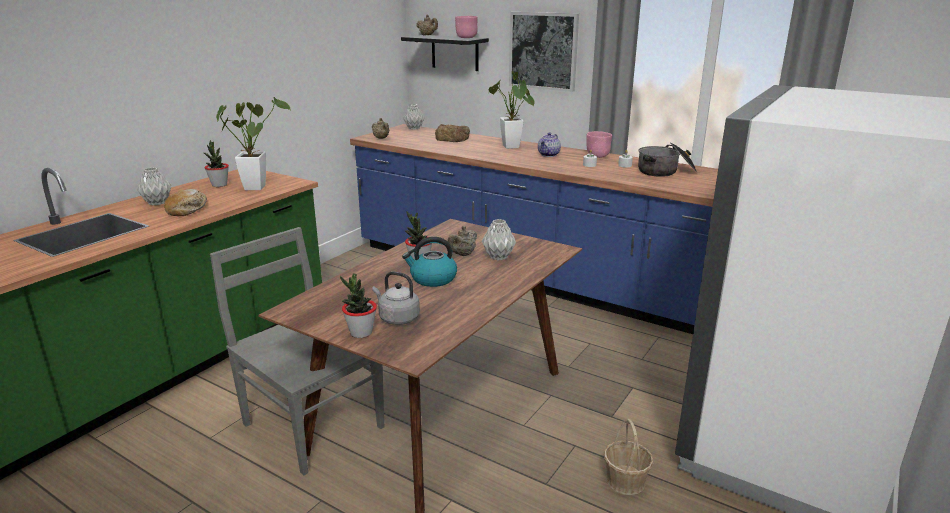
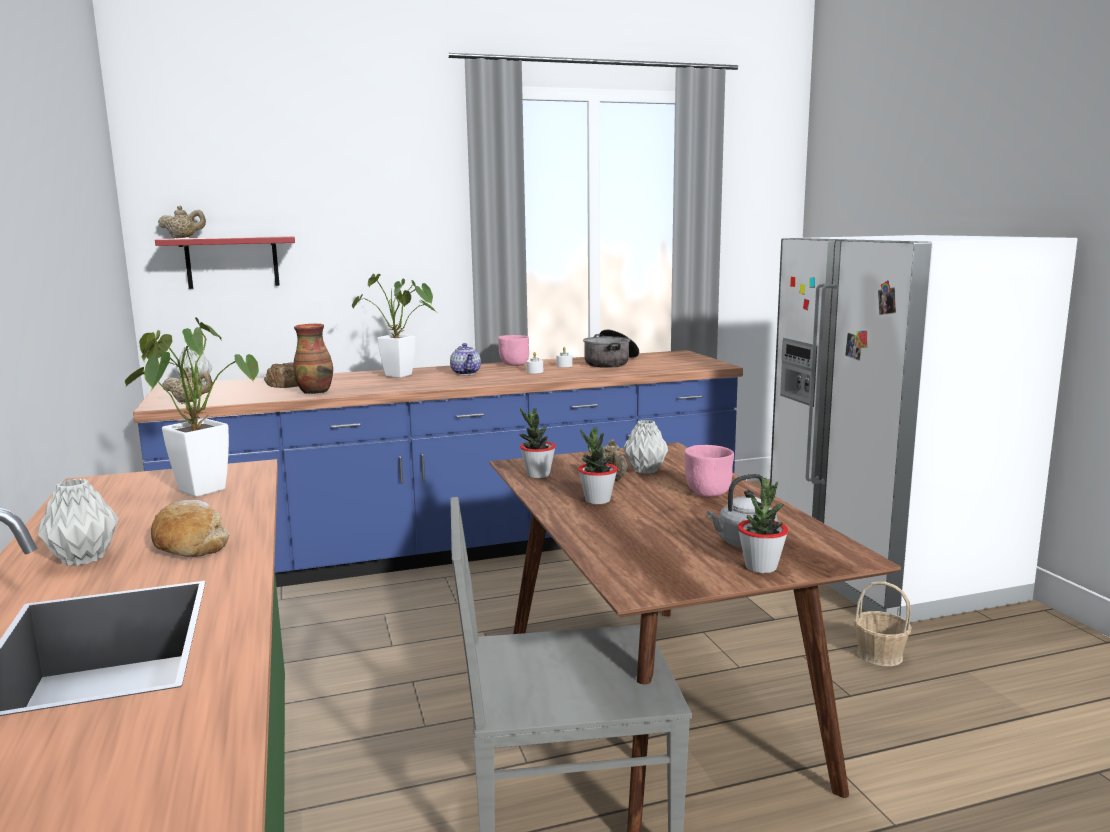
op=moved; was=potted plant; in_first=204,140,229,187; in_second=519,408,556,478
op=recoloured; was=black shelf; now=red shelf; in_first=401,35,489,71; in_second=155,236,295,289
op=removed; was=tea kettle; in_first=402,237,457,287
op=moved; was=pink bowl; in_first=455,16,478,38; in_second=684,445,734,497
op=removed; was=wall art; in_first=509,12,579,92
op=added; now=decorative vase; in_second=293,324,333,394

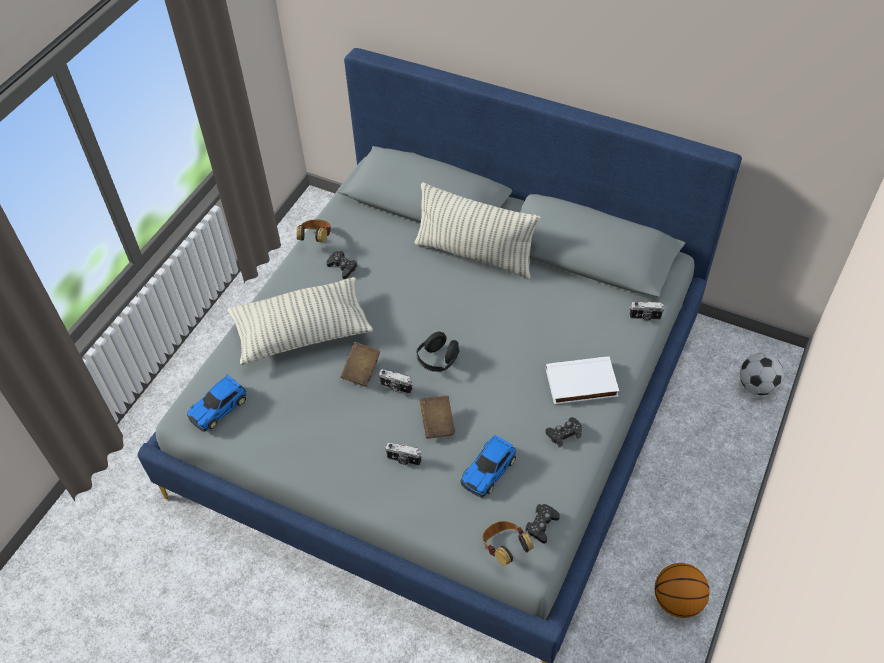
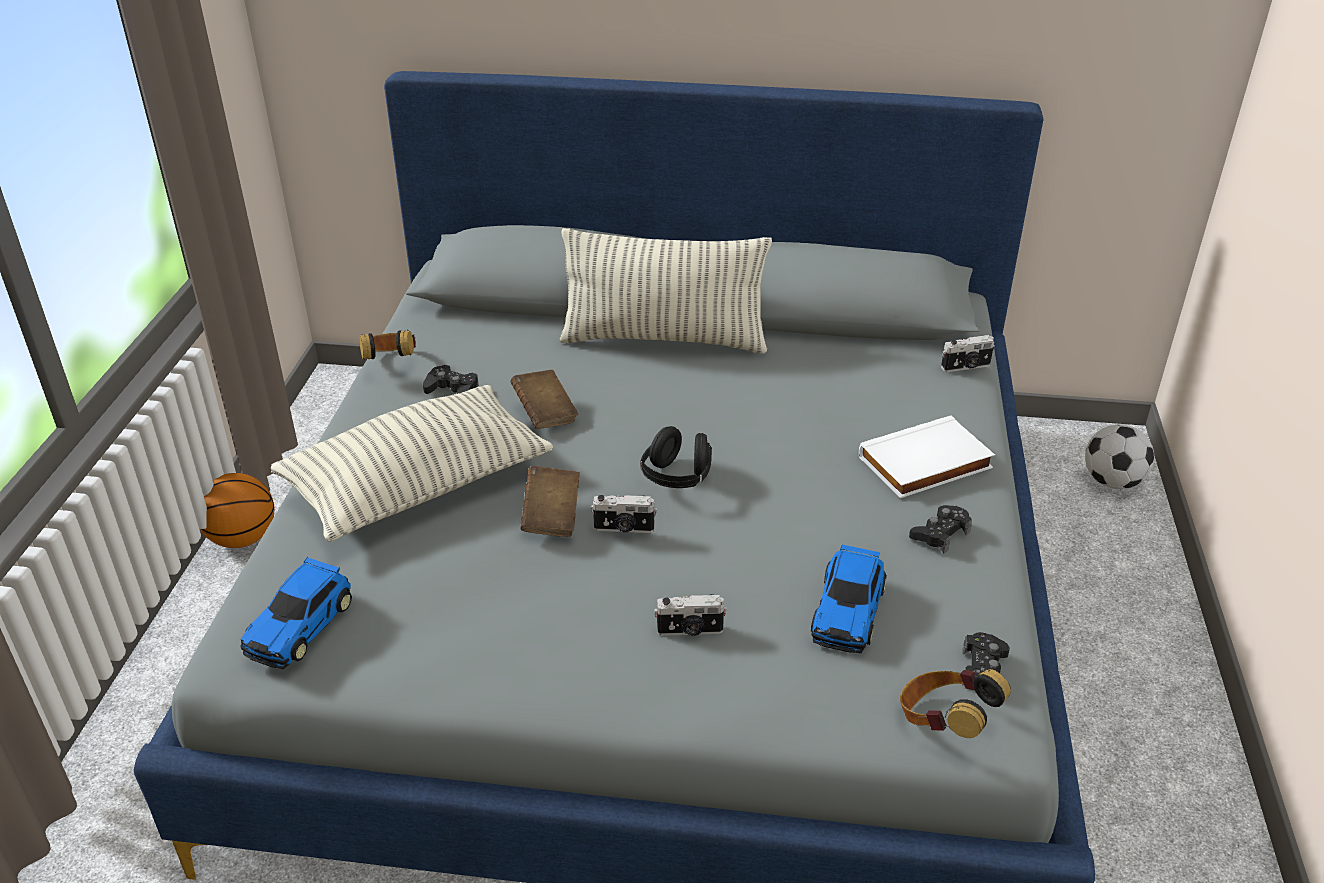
op=moved; was=brown book; in_first=419,396,455,439; in_second=510,369,578,429
op=moved; was=ball for basketball; in_first=655,563,710,618; in_second=200,473,274,548

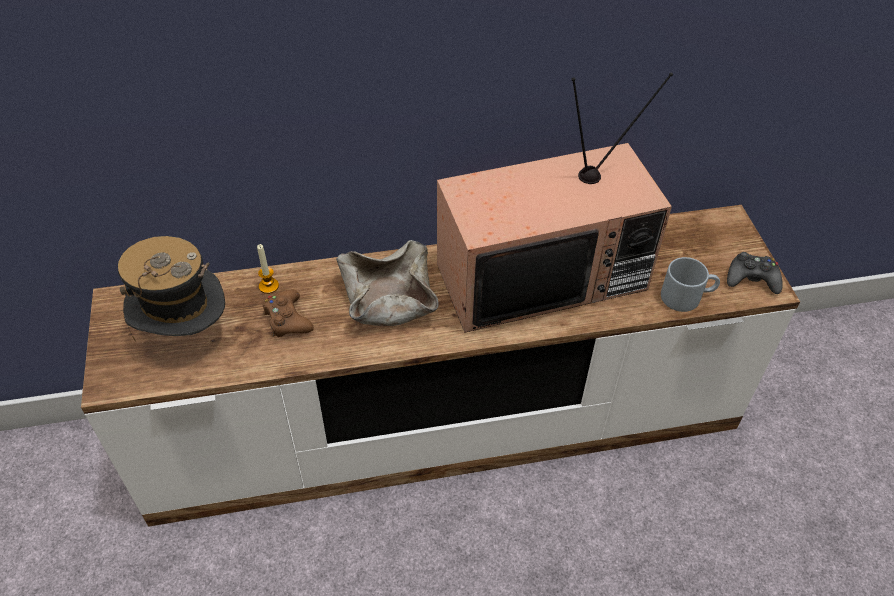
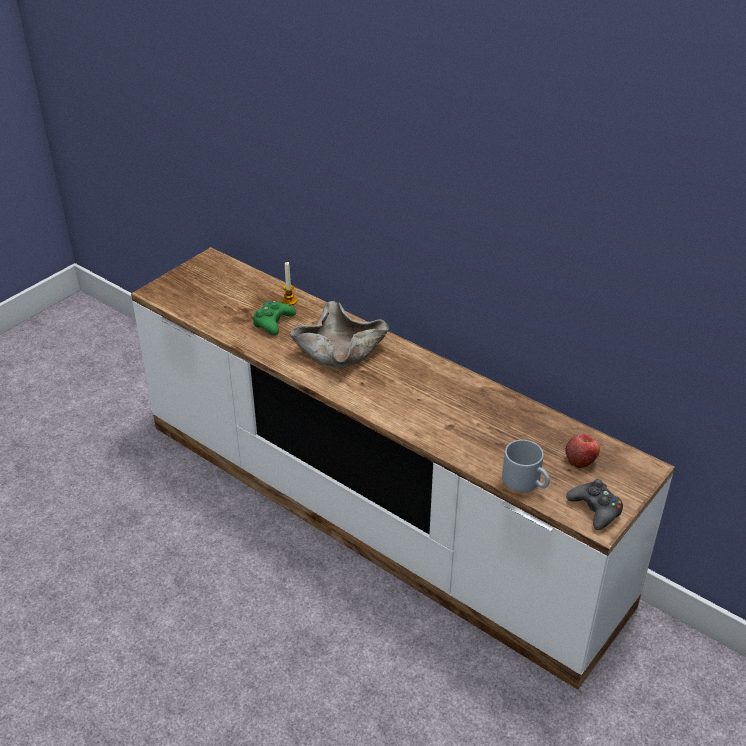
op=removed; was=hat; in_first=118,236,225,342
op=recoloured; was=brown game controller; now=greenish game controller; in_first=263,289,314,337; in_second=253,300,296,335
op=removed; was=television; in_first=437,73,673,333
op=added; now=apple fruit; in_second=565,434,600,468

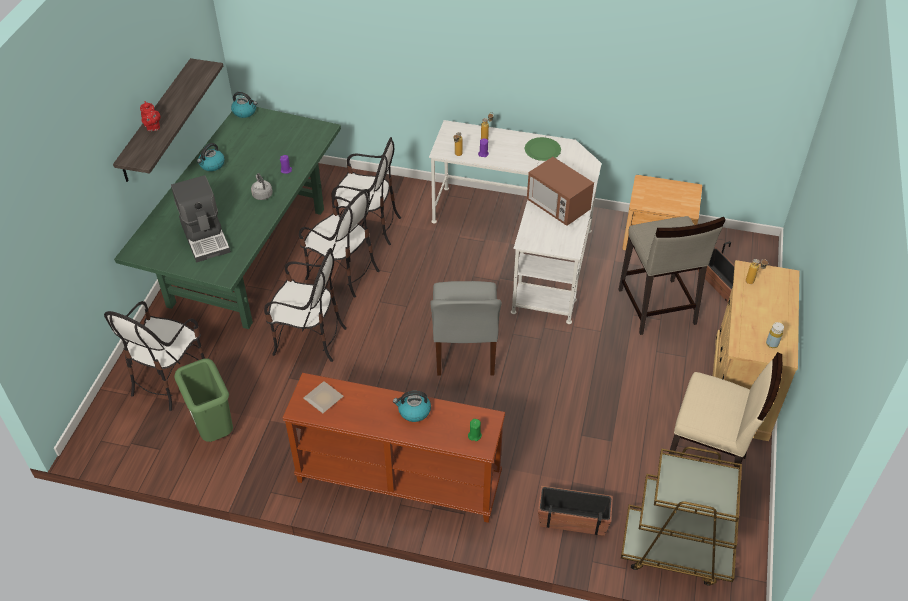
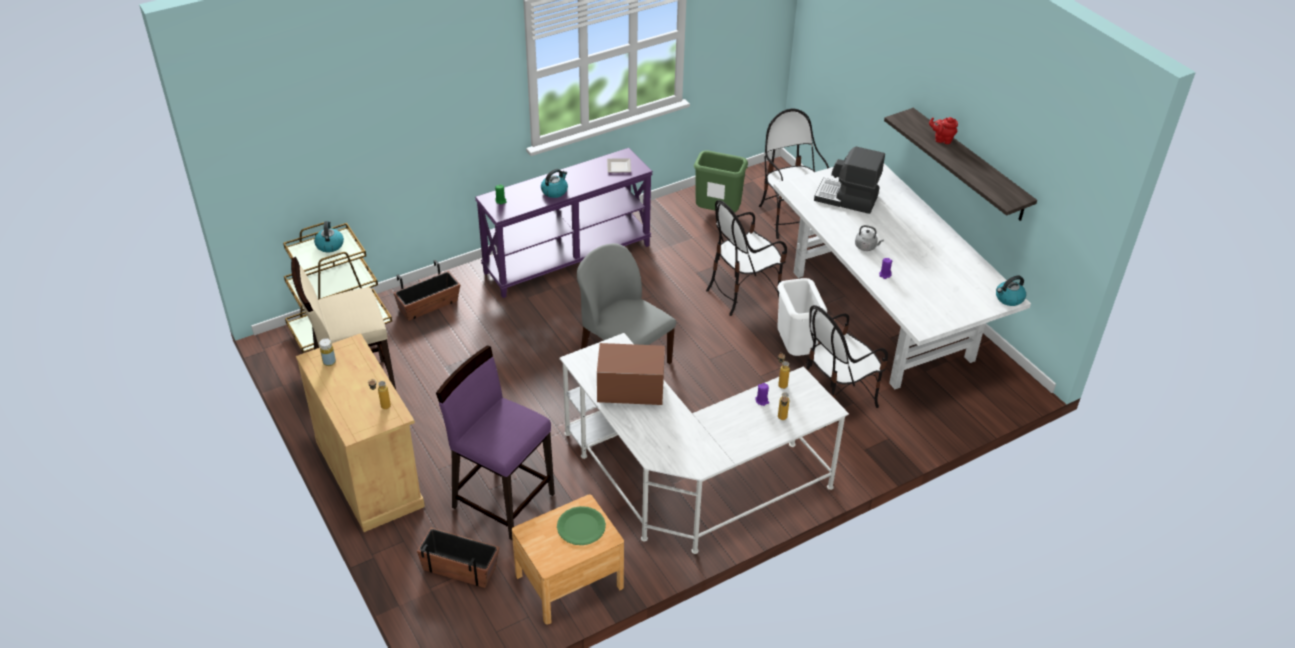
op=recoloured; was=greenish dining table; now=whitish dining table; in_first=114,107,341,329; in_second=773,164,1031,389
op=moved; was=tea kettle; in_first=197,143,225,171; in_second=314,221,344,252
op=recoloured; was=brown narrow table; now=purple-coloured narrow table; in_first=283,373,505,523; in_second=475,148,653,298
op=replaced; was=chair; now=whitish trash can; in_first=299,189,380,298; in_second=777,278,827,356
op=moved; was=greenish flat dish; in_first=525,137,561,161; in_second=557,506,606,545
op=recoloured; was=beige stool seat; now=purple-coloured stool seat; in_first=618,216,725,335; in_second=436,345,555,541

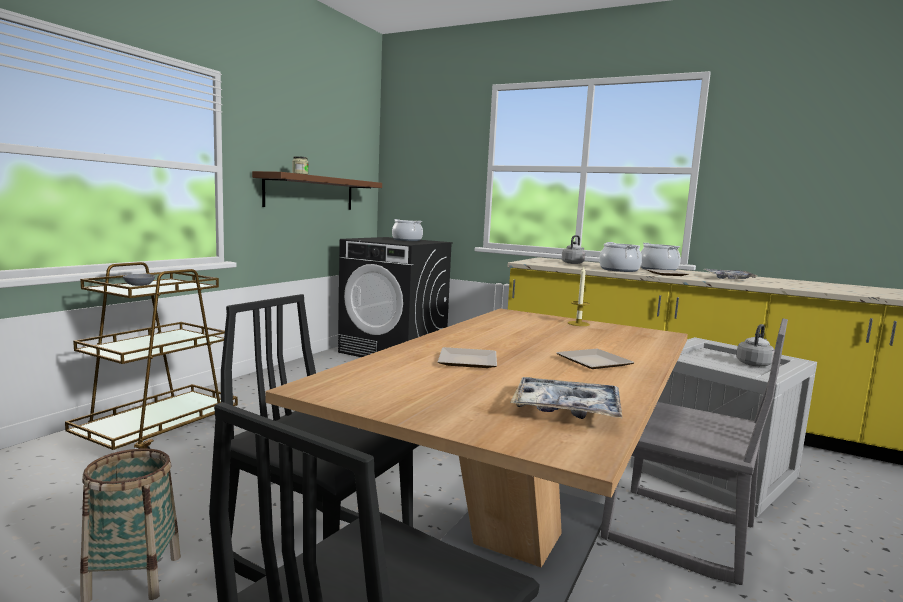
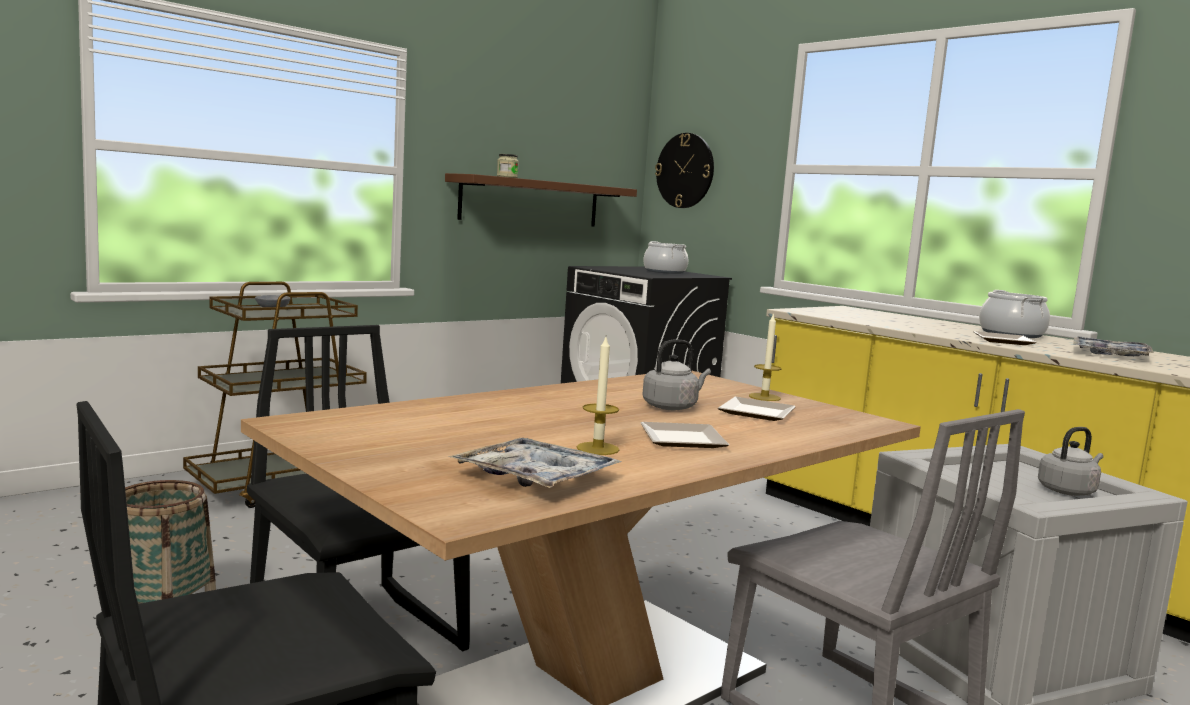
op=moved; was=flat dish; in_first=438,347,497,368; in_second=718,397,796,421
op=moved; was=gray tea kettle; in_first=562,235,585,264; in_second=642,340,711,410
op=removed; was=stockpot; in_first=599,242,642,272
op=added; now=wax candle; in_second=577,337,619,455
op=added; now=wall clock; in_second=655,133,714,208

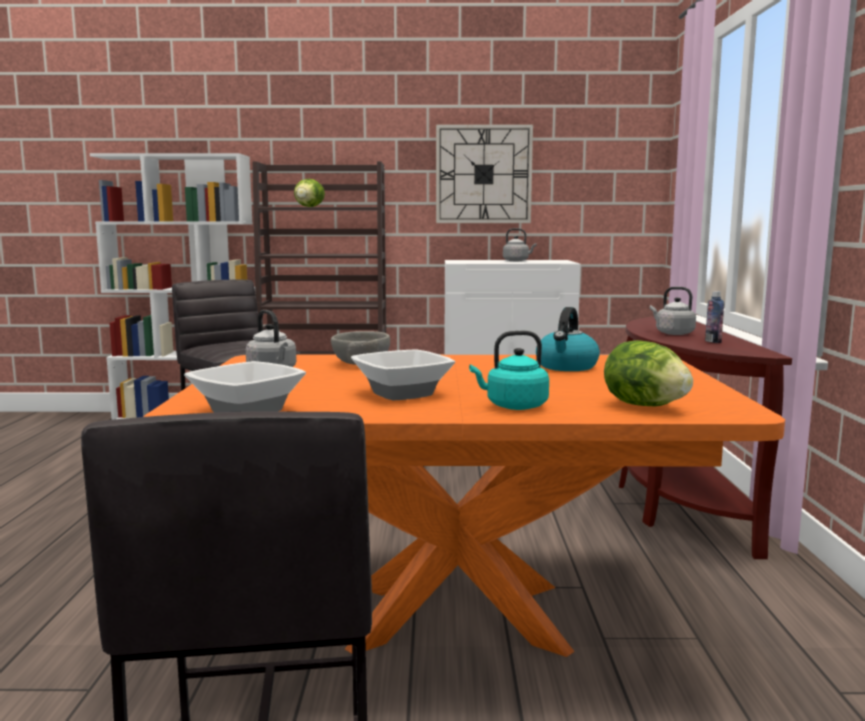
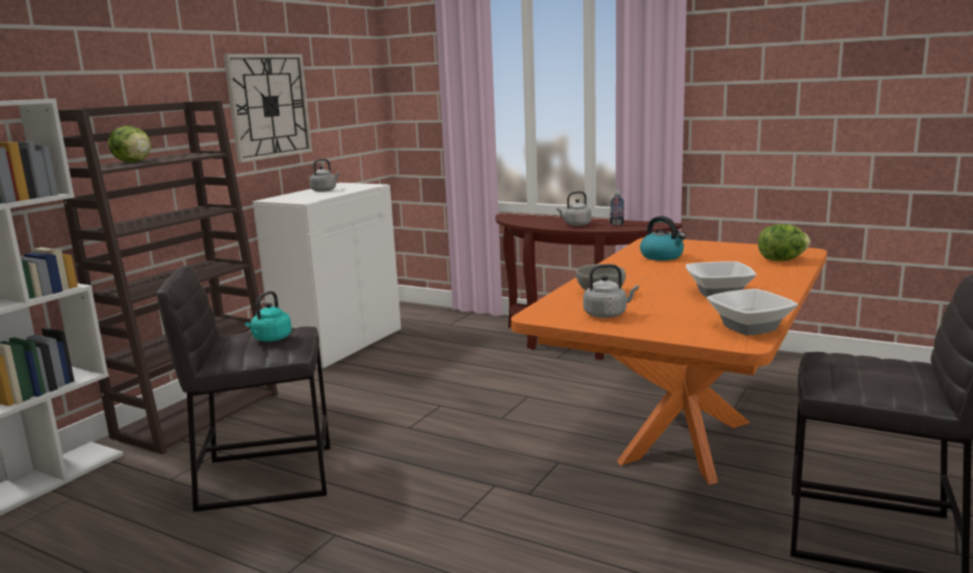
op=moved; was=blue-green tea kettle; in_first=469,331,549,410; in_second=245,291,292,342

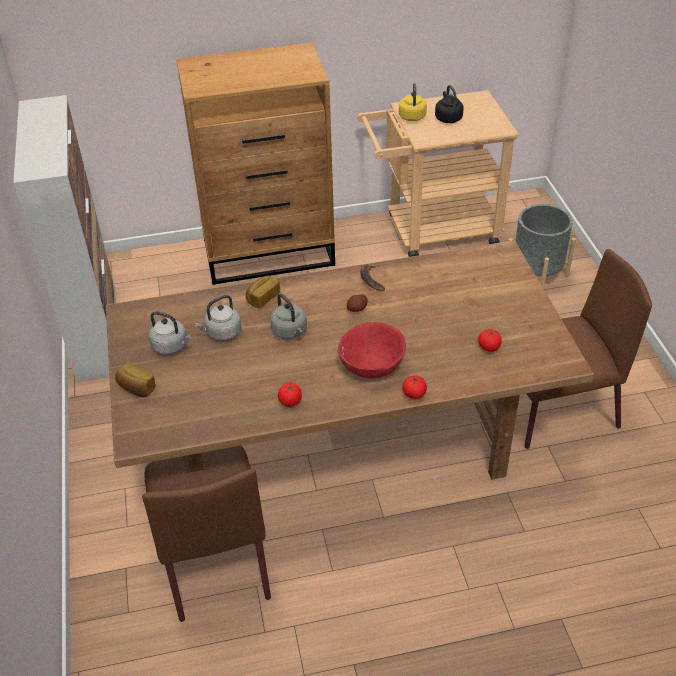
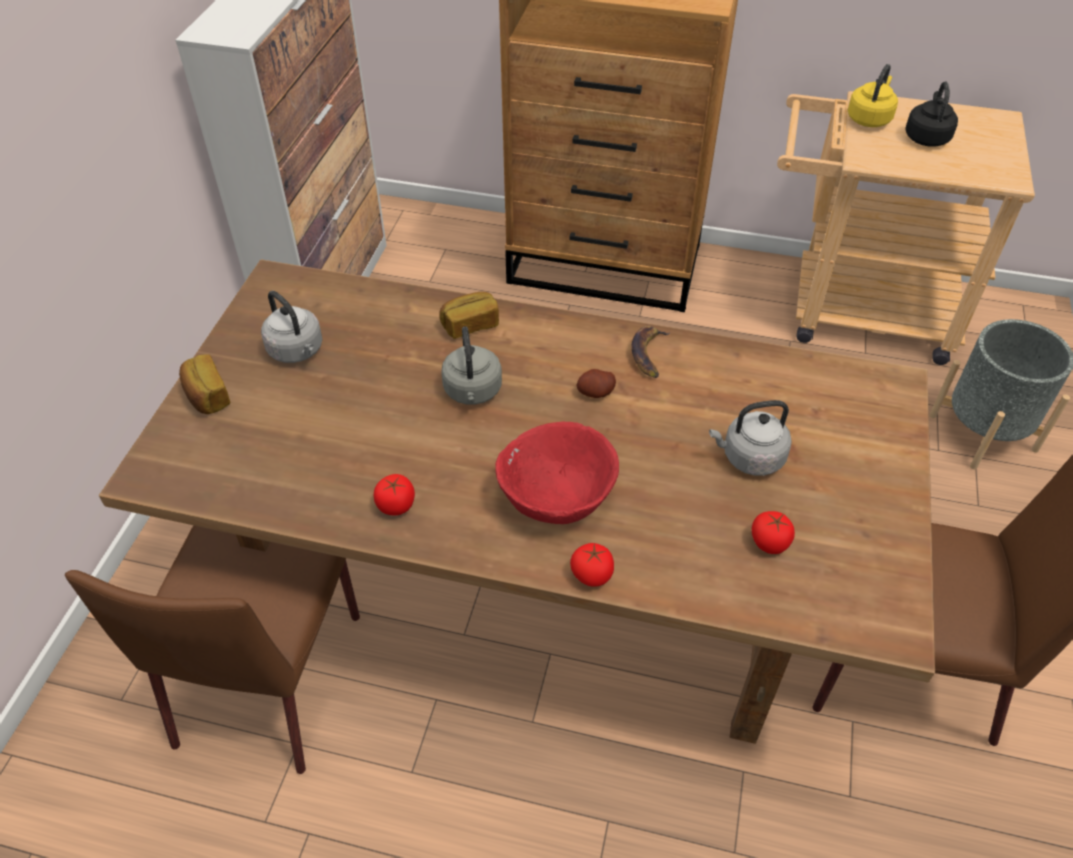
op=moved; was=gray tea kettle; in_first=194,295,242,341; in_second=709,400,792,476

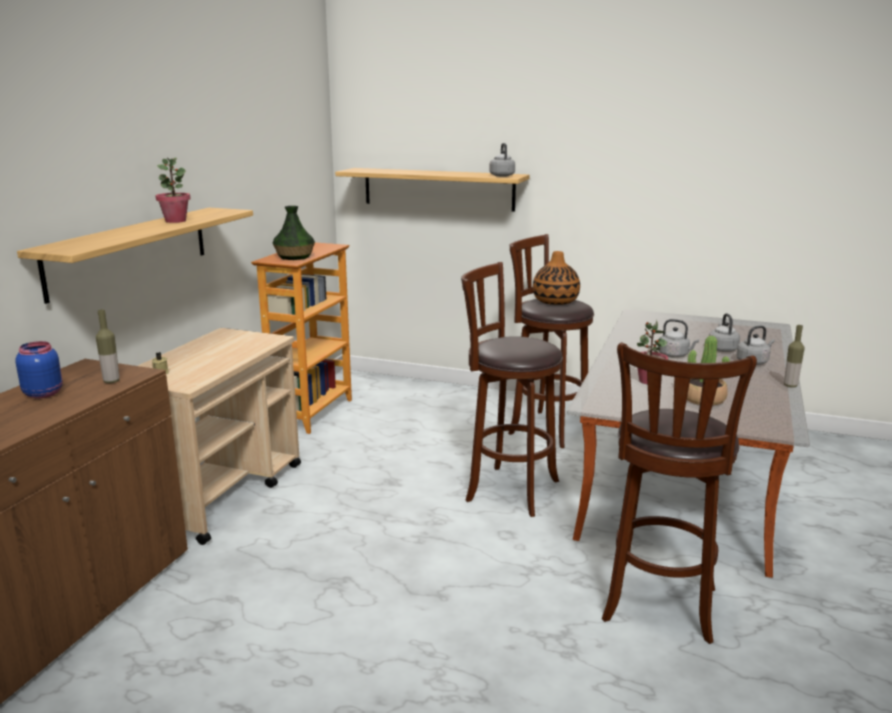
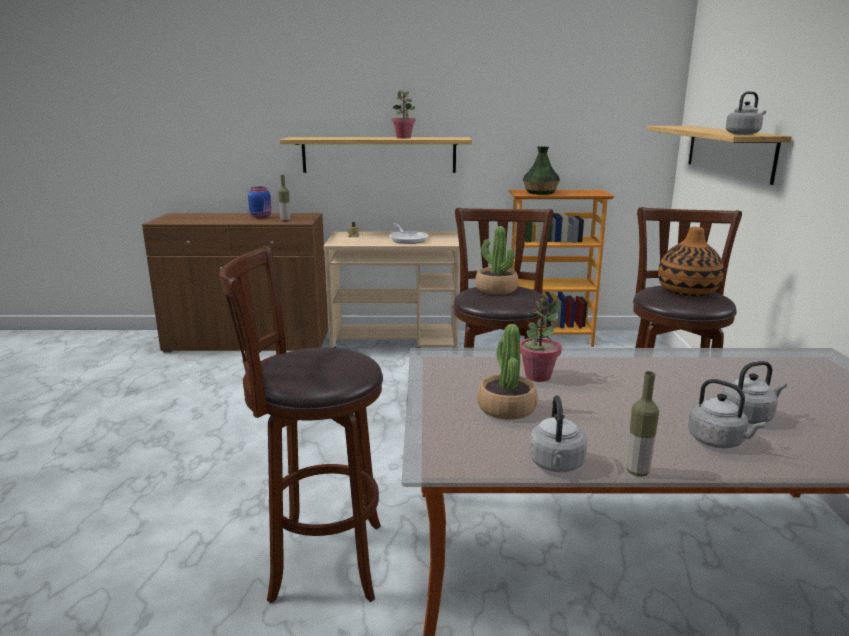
op=moved; was=gray tea kettle; in_first=658,319,699,358; in_second=529,395,587,472
op=added; now=frying pan; in_second=389,223,429,244
op=added; now=potted plant; in_second=475,226,518,295

